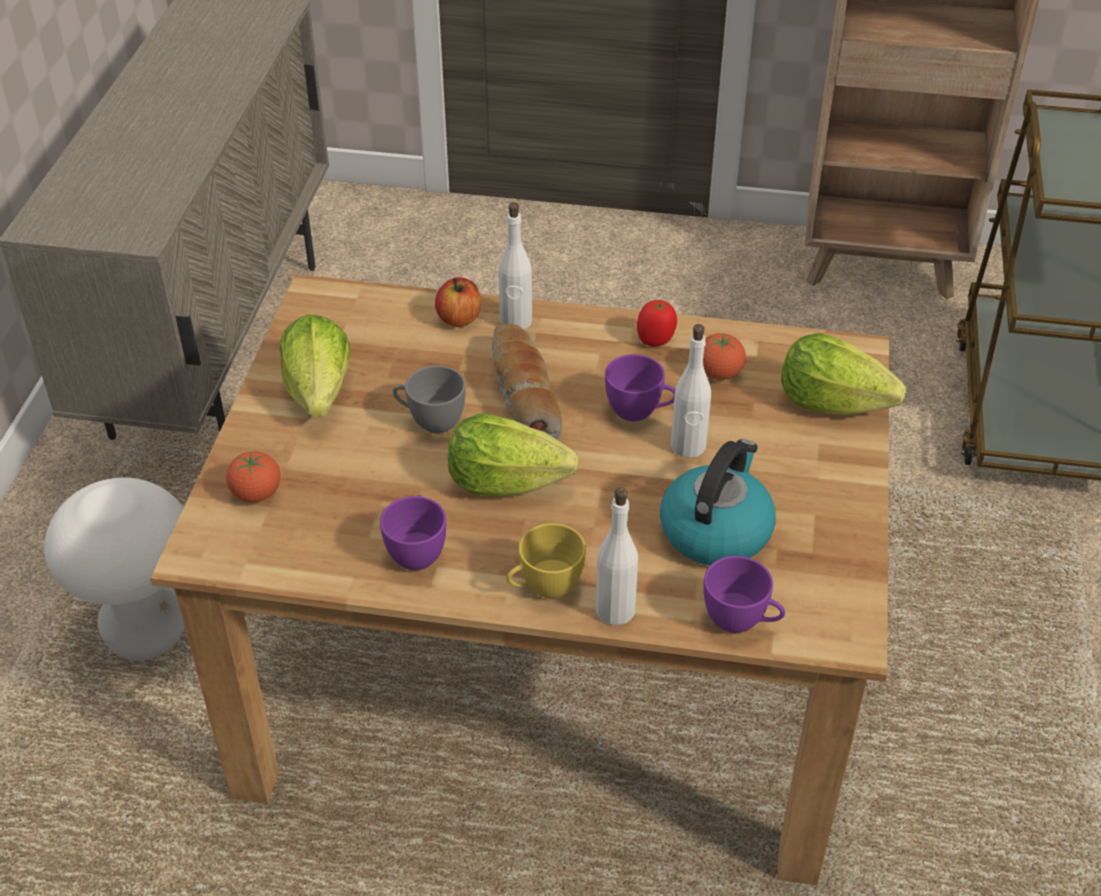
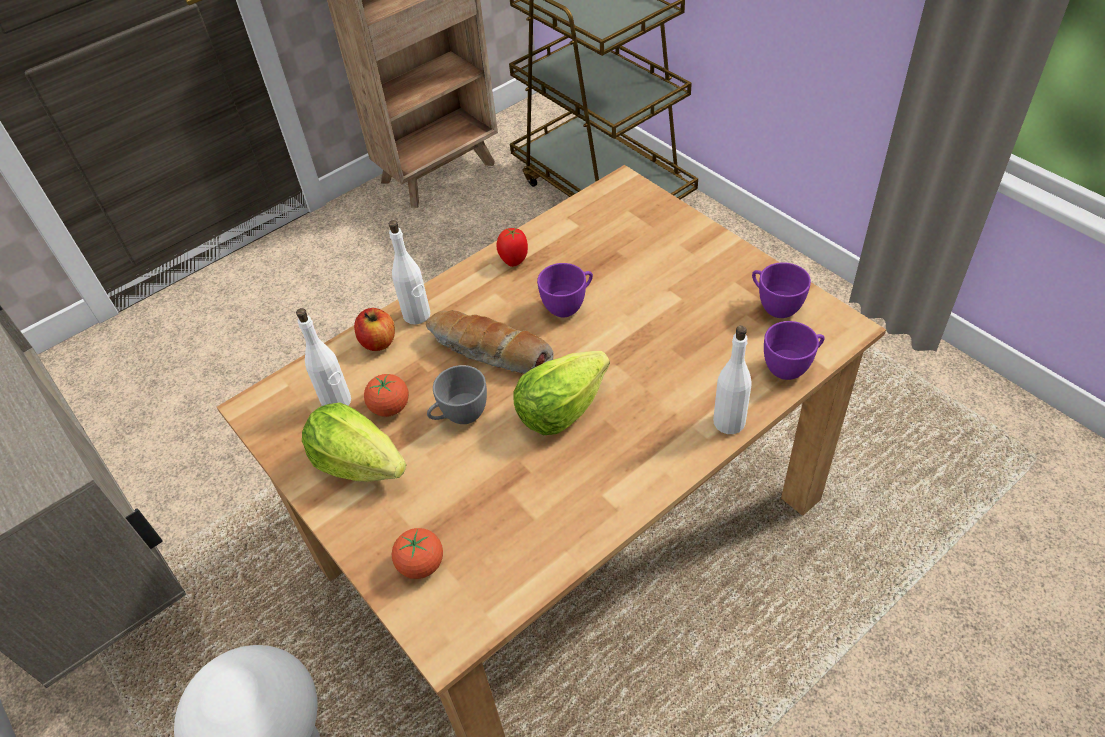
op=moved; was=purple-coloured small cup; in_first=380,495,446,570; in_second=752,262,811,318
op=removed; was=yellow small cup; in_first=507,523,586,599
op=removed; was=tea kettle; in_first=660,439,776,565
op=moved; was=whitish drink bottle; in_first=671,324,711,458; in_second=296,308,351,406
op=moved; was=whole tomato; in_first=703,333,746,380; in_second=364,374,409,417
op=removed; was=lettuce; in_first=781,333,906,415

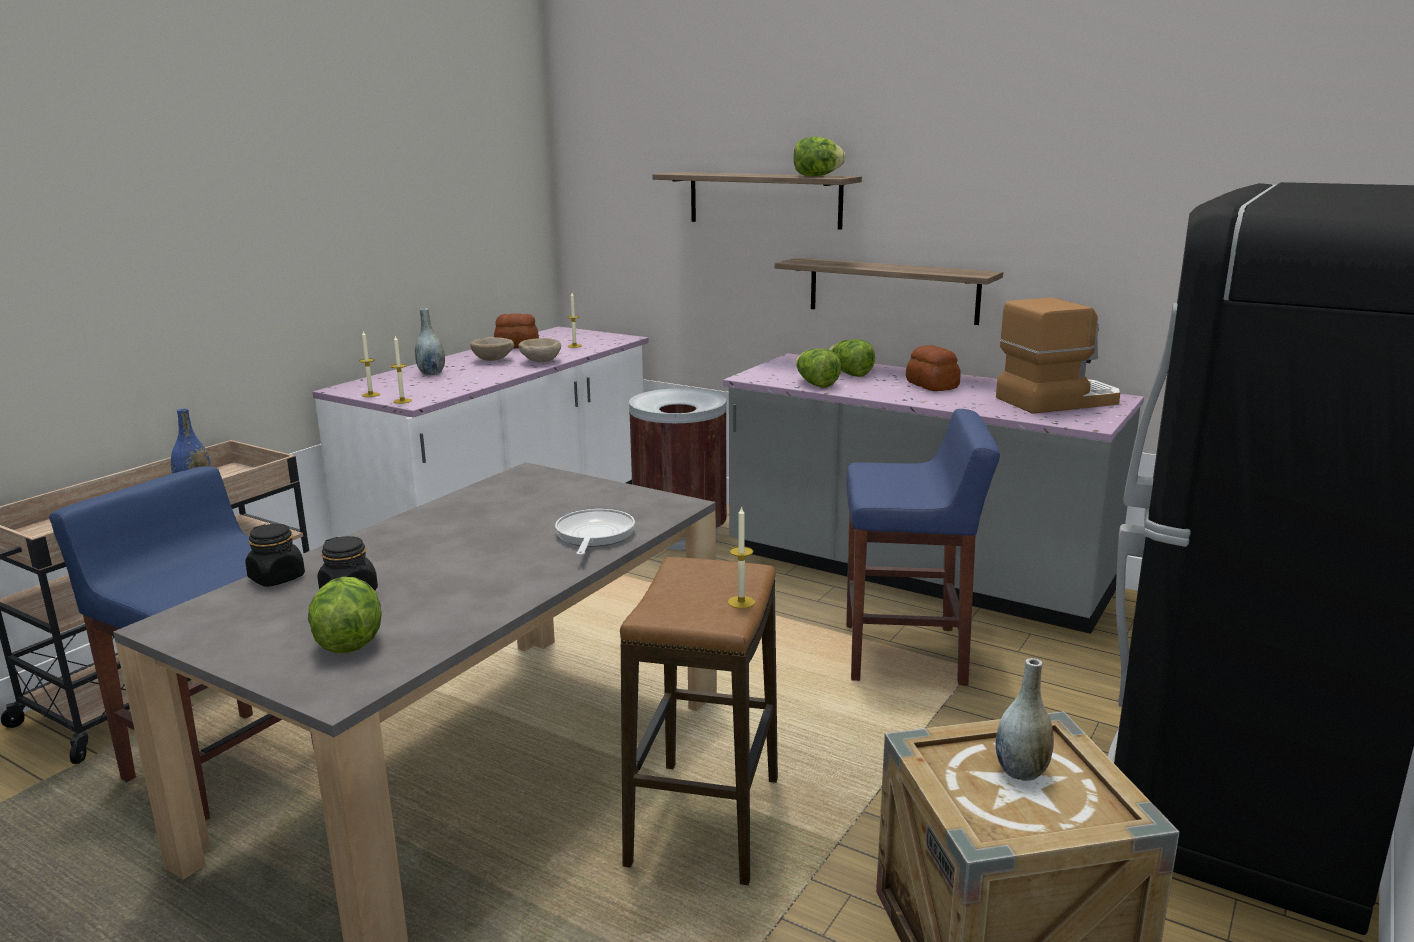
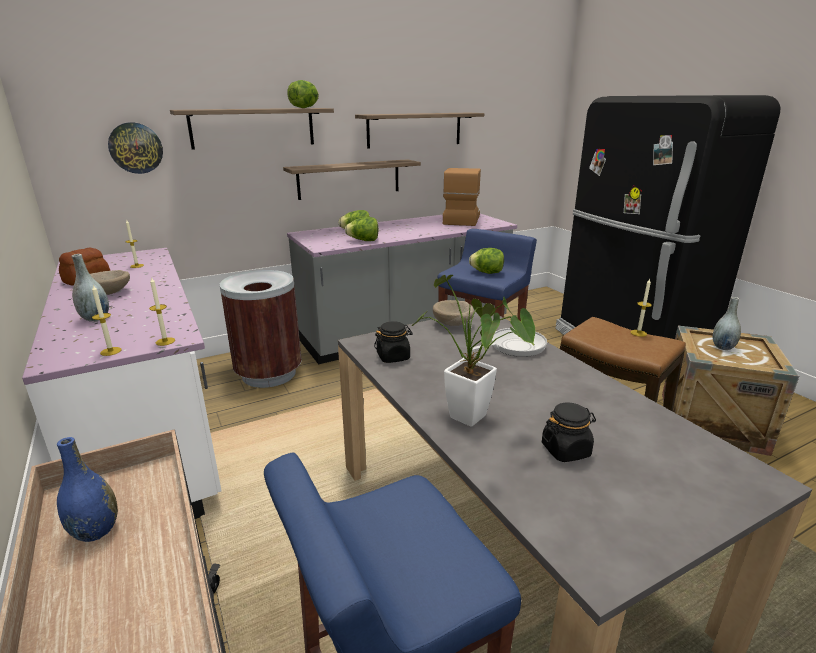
op=moved; was=black jar; in_first=245,524,305,587; in_second=374,321,413,363
op=moved; was=lettuce; in_first=308,577,382,653; in_second=469,248,504,274
op=moved; was=beige bowl; in_first=518,338,561,362; in_second=433,300,474,326
op=turned; was=frying pan; in_first=555,509,635,556; in_second=472,328,547,357; clockwise=120
op=removed; was=baked bread; in_first=906,345,960,391
op=added; now=wall clock; in_second=108,122,163,174
op=added; now=shelf; in_second=355,113,484,149
op=added; now=potted plant; in_second=412,275,535,427

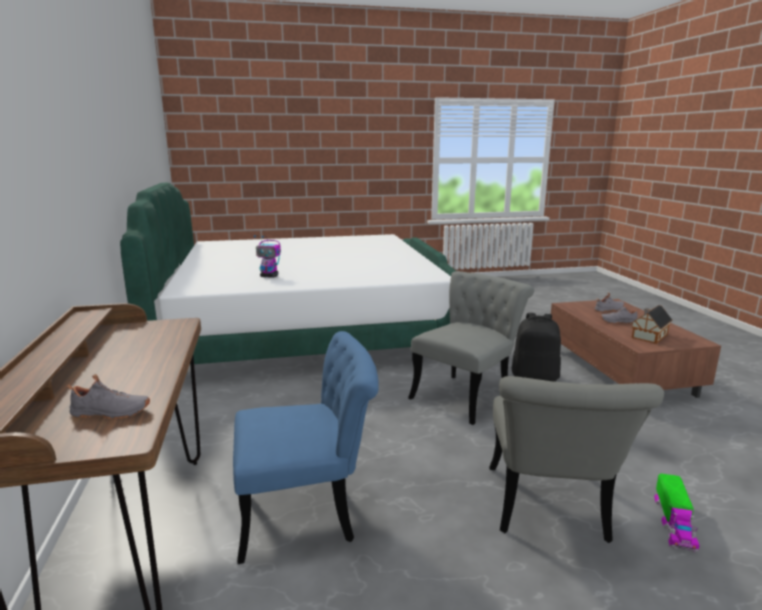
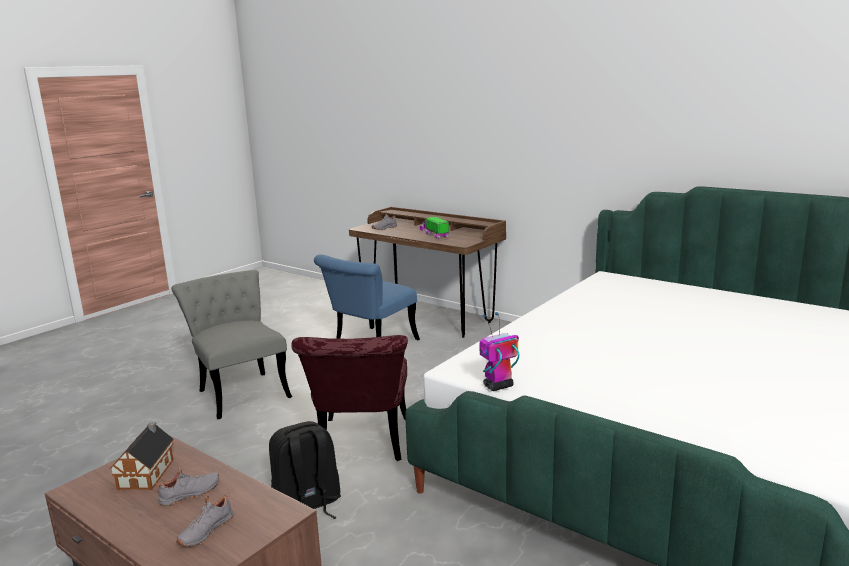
op=moved; was=robot figure; in_first=254,235,281,278; in_second=480,312,519,391
op=recoloured; was=gray chair; now=red chair; in_first=408,271,534,425; in_second=291,335,408,461
op=moved; was=toy lorry; in_first=654,473,699,553; in_second=420,217,449,239

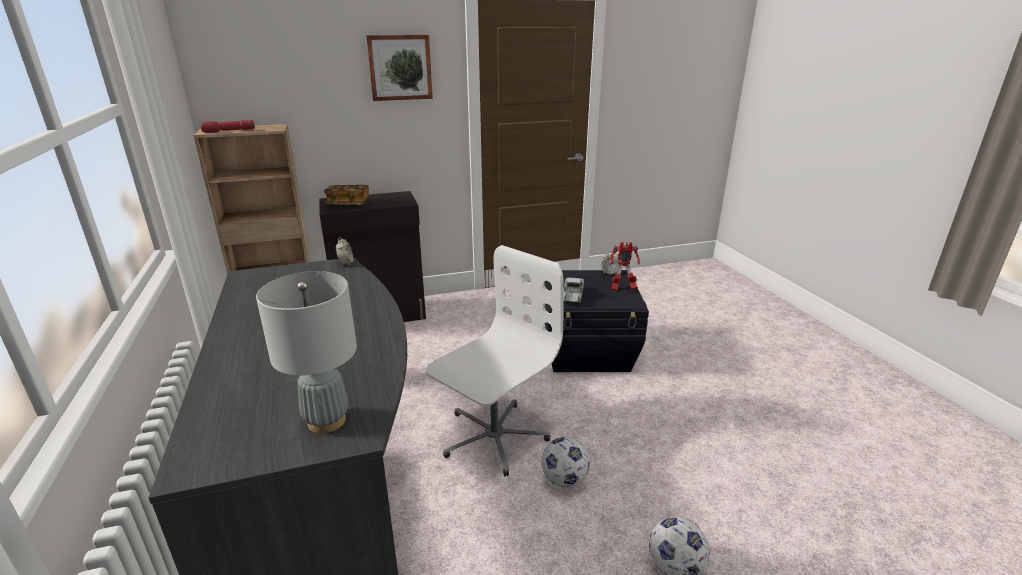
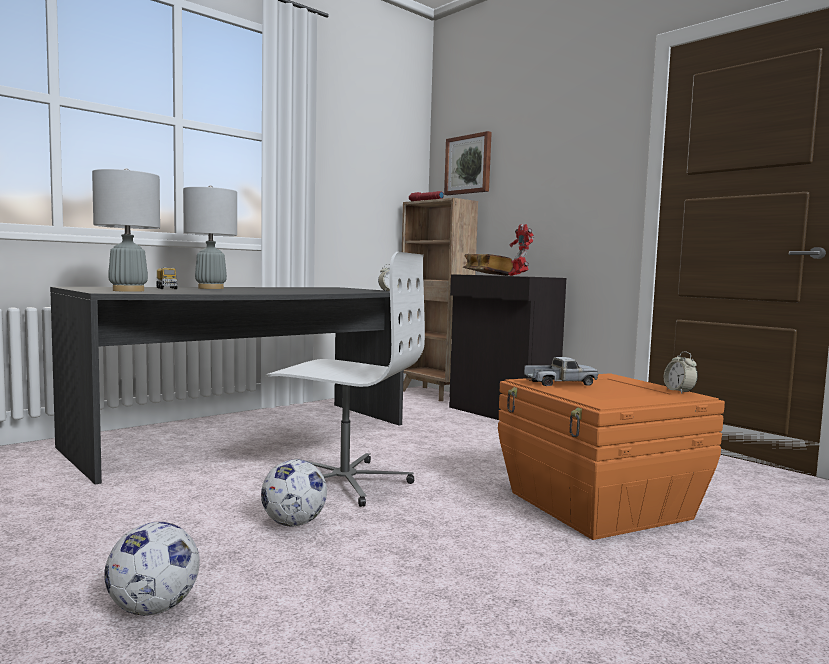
op=moved; was=wall art; in_first=366,35,433,101; in_second=444,131,492,195
op=recoloured; was=black storage bin; now=orange-coloured storage bin; in_first=544,270,649,372; in_second=498,373,725,540
op=moved; was=robot figure; in_first=610,242,640,291; in_second=508,224,535,276
op=added; now=toy lorry; in_second=156,267,177,289
op=added; now=gray table lamp; in_second=183,186,237,289

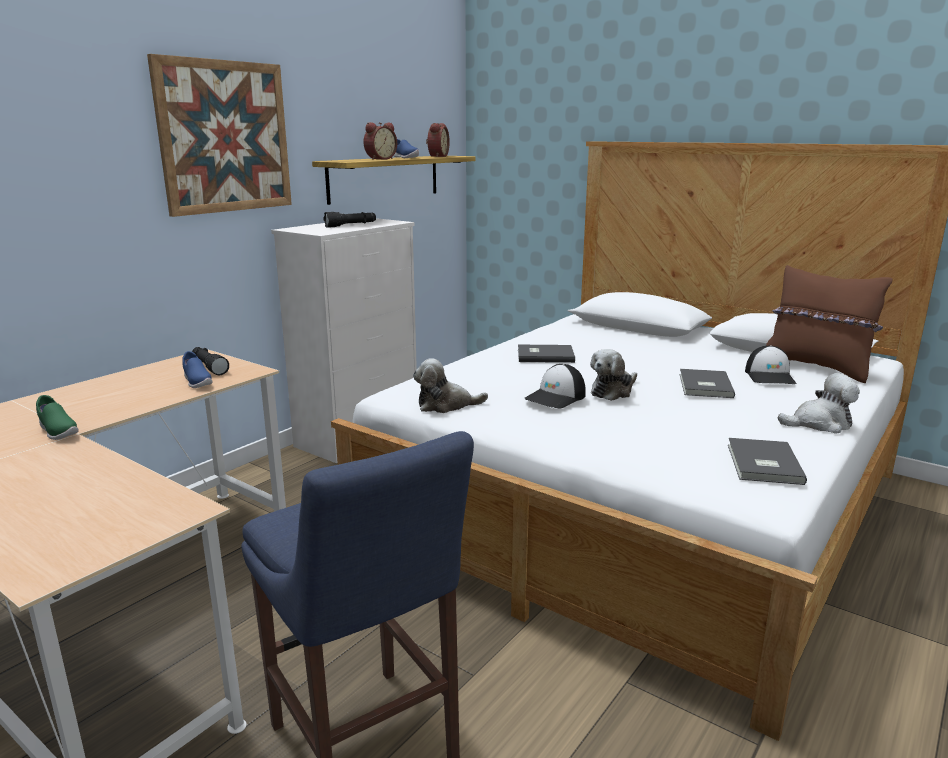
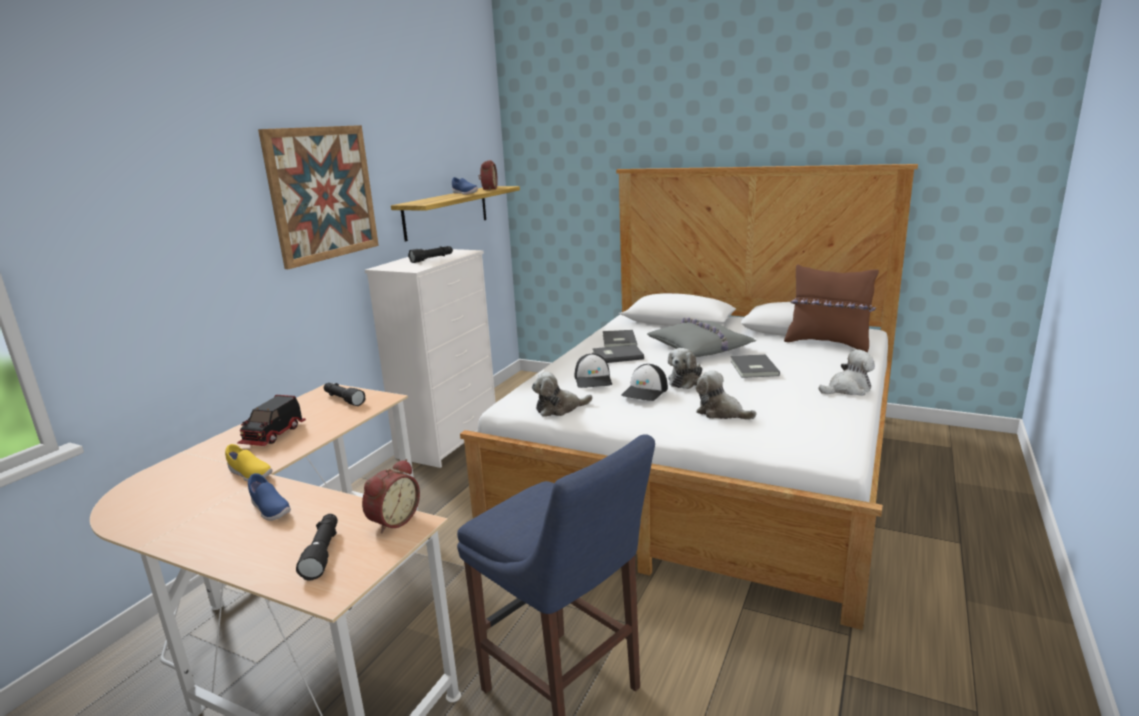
op=recoloured; was=greenish shoe; now=yellow shoe; in_first=36,395,79,440; in_second=225,444,272,482
op=moved; was=blue-coloured shoe; in_first=182,351,213,388; in_second=248,473,291,521
op=moved; was=table clock; in_first=363,122,397,160; in_second=362,459,420,534
op=moved; was=gray book; in_first=728,438,807,485; in_second=603,330,637,347
op=moved; was=peaked cap; in_first=745,345,797,384; in_second=575,354,612,388
op=added; now=toy lorry; in_second=238,395,306,446
op=added; now=black torch; in_second=296,514,338,581
op=added; now=gray cushion; in_second=647,318,756,357
op=added; now=soft toy; in_second=696,370,757,419

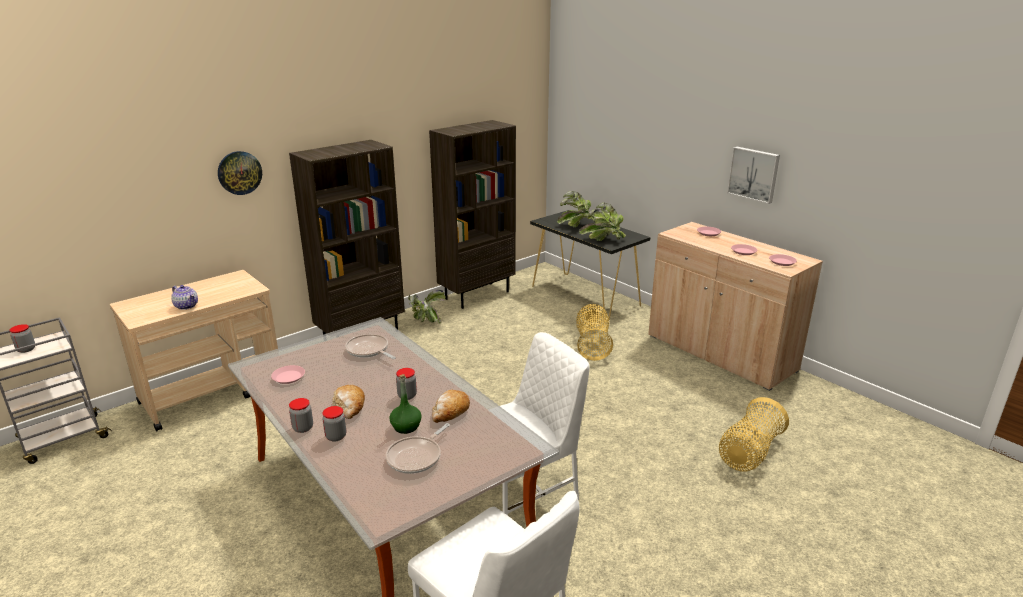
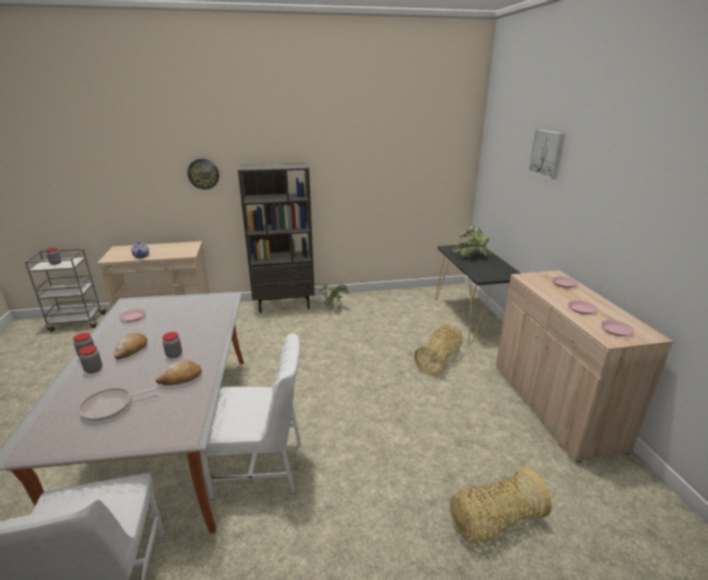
op=removed; was=frying pan; in_first=345,334,396,359
op=removed; was=greenish drink bottle; in_first=389,374,422,434
op=removed; was=brown shelving unit; in_first=429,120,516,309
op=removed; was=potted plant; in_first=579,202,626,241
op=moved; was=wall art; in_first=727,146,780,204; in_second=528,130,565,179

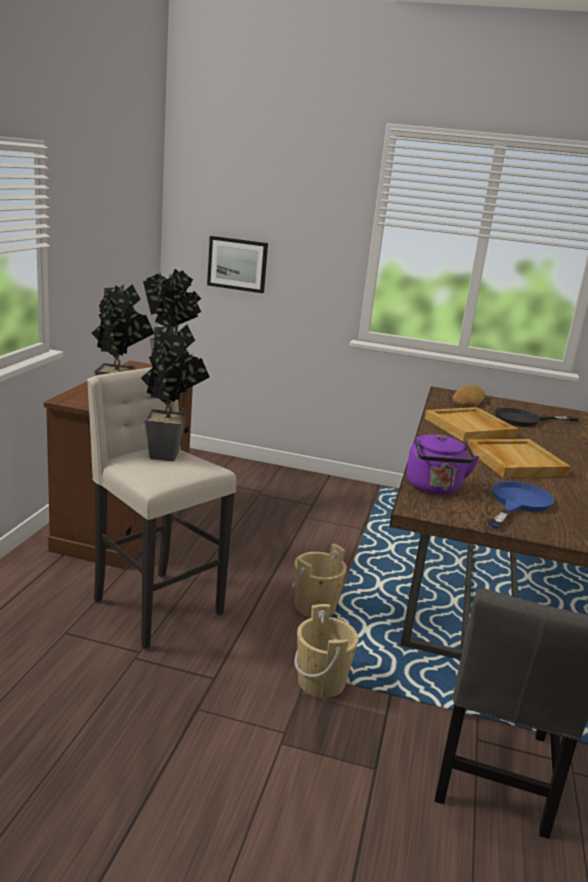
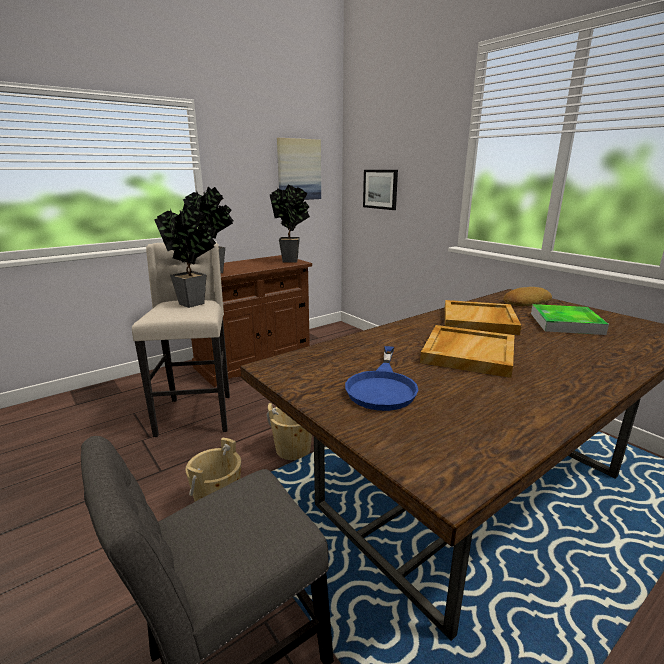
op=removed; was=purple-coloured tea kettle; in_first=406,434,479,495
op=turned; was=blue-coloured frying pan; in_first=488,481,554,529; in_second=345,346,418,411; clockwise=120
op=replaced; was=black frying pan; now=carrying tray; in_first=494,408,579,427; in_second=531,304,609,335
op=added; now=wall art; in_second=277,138,321,200

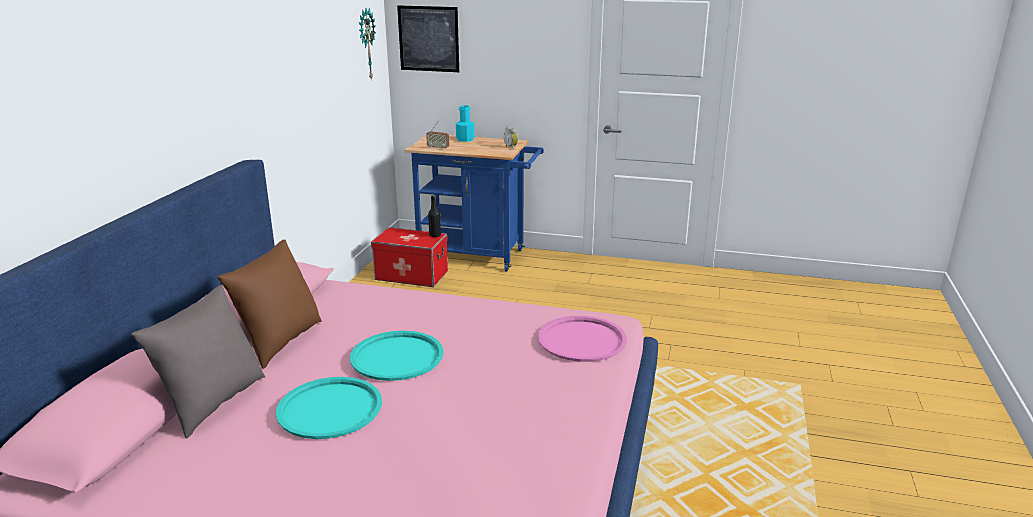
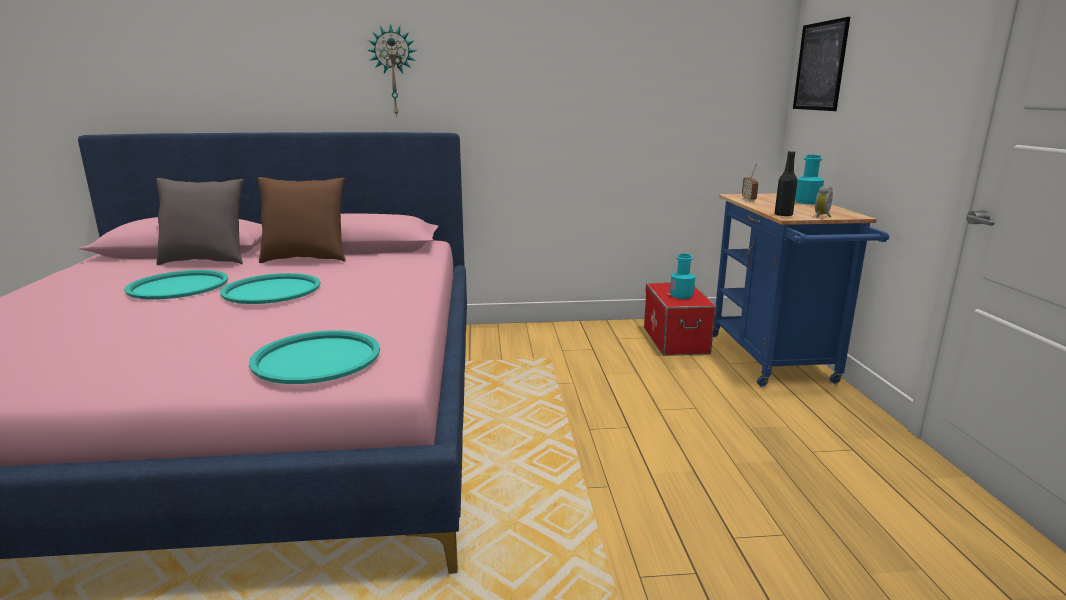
op=moved; was=wall clock; in_first=359,8,376,81; in_second=367,24,417,117
op=moved; was=black drink bottle; in_first=428,195,441,237; in_second=775,151,797,217
op=recoloured; was=pink carrying tray; now=blue-green carrying tray; in_first=538,316,627,362; in_second=249,330,380,384
op=added; now=blue-green drink bottle; in_second=670,253,695,299

